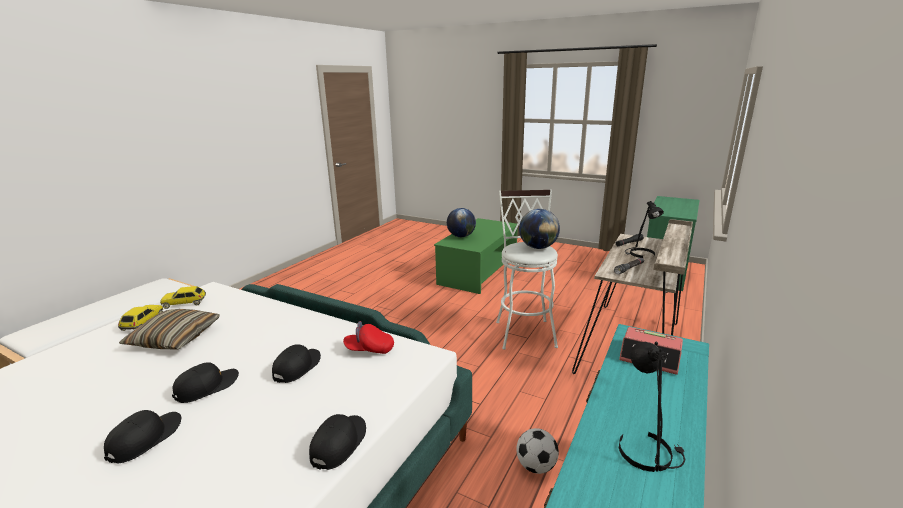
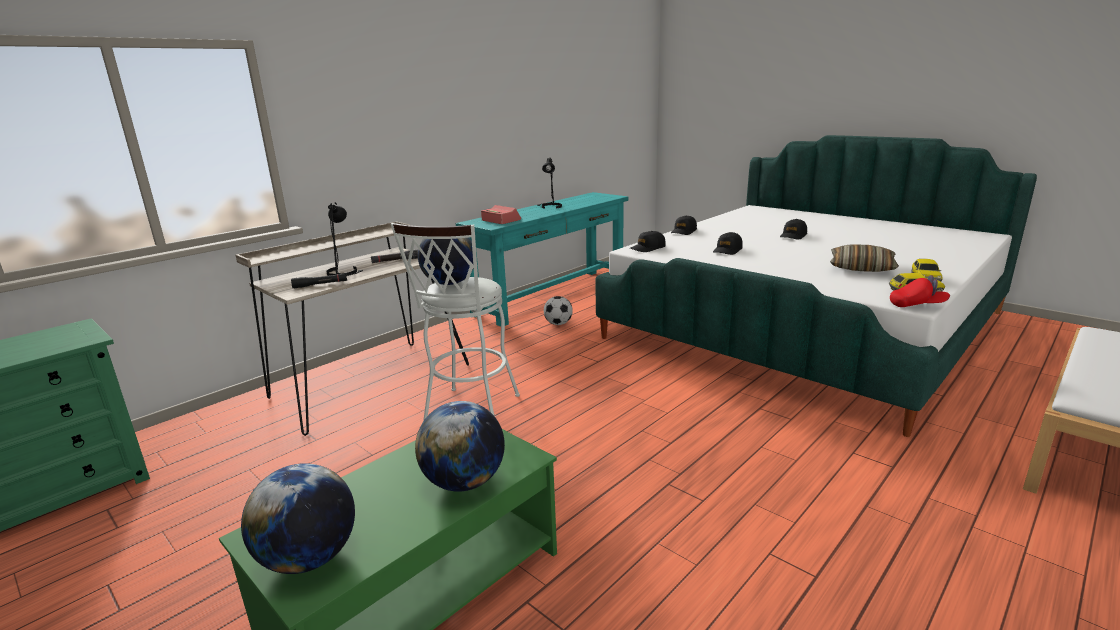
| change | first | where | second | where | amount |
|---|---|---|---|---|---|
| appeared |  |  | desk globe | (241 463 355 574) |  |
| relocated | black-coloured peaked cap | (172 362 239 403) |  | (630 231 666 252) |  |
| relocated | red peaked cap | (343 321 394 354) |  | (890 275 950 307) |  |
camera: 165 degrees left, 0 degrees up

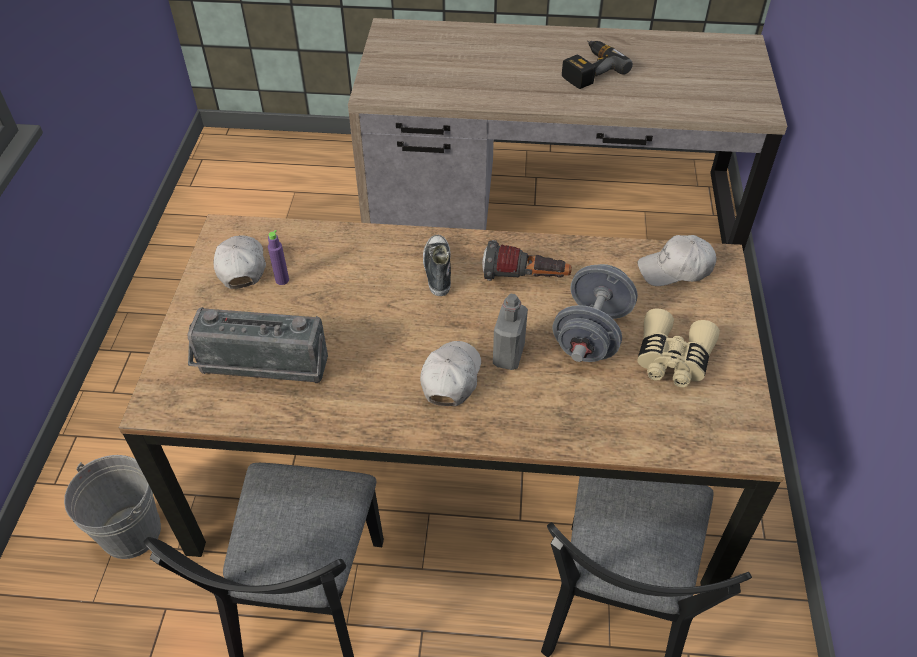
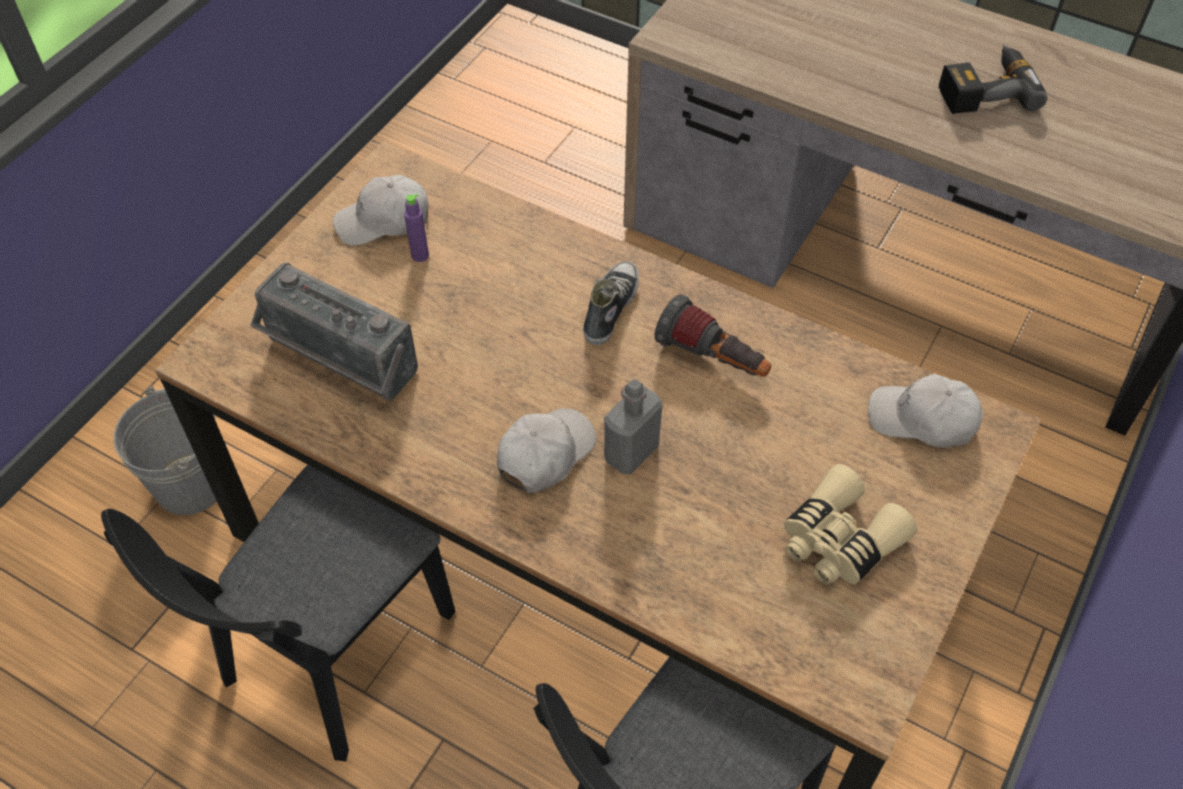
| change | first | where | second | where | amount |
|---|---|---|---|---|---|
| missing | gray dumbbell | (553 264 638 362) |  |  |  |
| spun | whitish peaked cap | (213 235 266 289) |  | (333 175 428 246) | 120 degrees counterclockwise |
camera: 25 degrees right, 5 degrees up

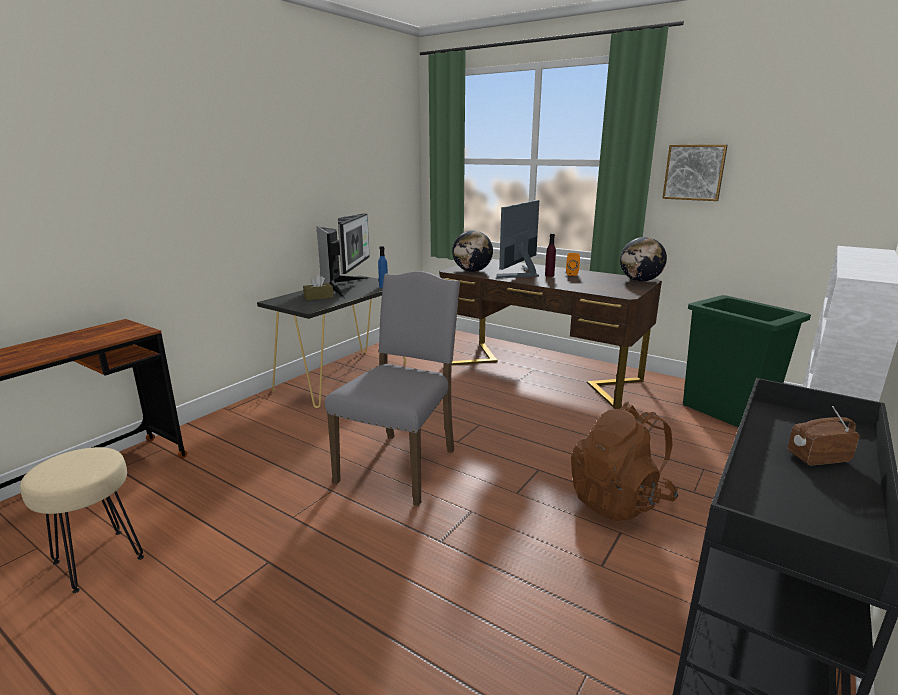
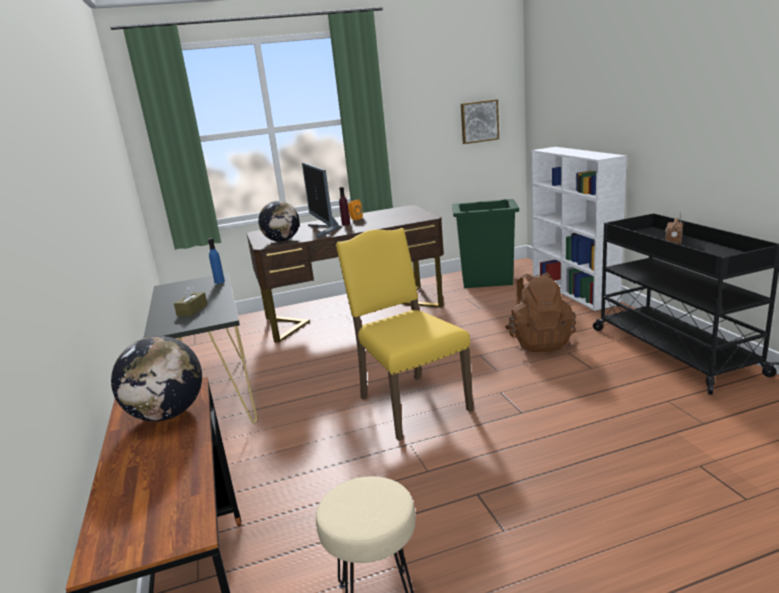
| change | first | where | second | where | amount |
|---|---|---|---|---|---|
| missing | computer display | (316 214 370 298) |  |  |  |
| relocated | desk globe | (620 237 667 282) |  | (111 336 202 421) |  |
| relocated | wall picture | (662 145 728 201) |  | (461 99 499 144) |  |
| colour | gray plain chair | (325 271 460 506) | yellow plain chair | (336 228 473 441) |  |
camera: 50 degrees left, 0 degrees up

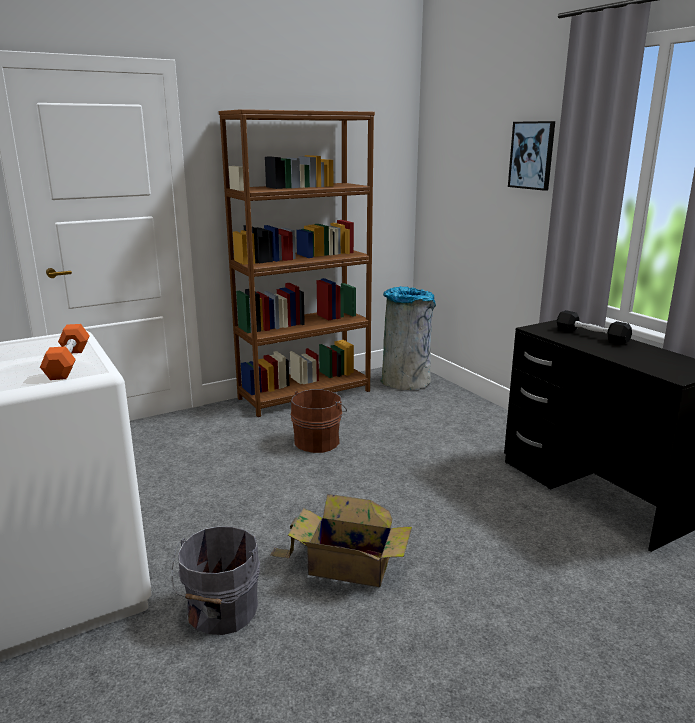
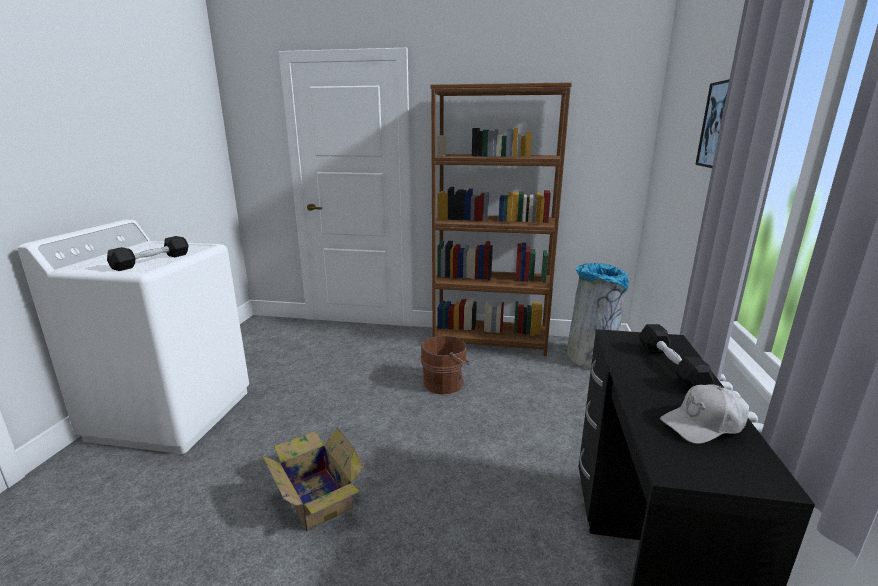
| change | first | where | second | where | amount |
|---|---|---|---|---|---|
| missing | gray bucket | (171 526 260 635) |  |  |  |
| appeared |  |  | whitish peaked cap | (660 384 749 444) |  |
| colour | orange dumbbell | (40 324 90 380) | black-coloured dumbbell | (107 236 189 271) |  |
camera: 40 degrees right, 0 degrees up

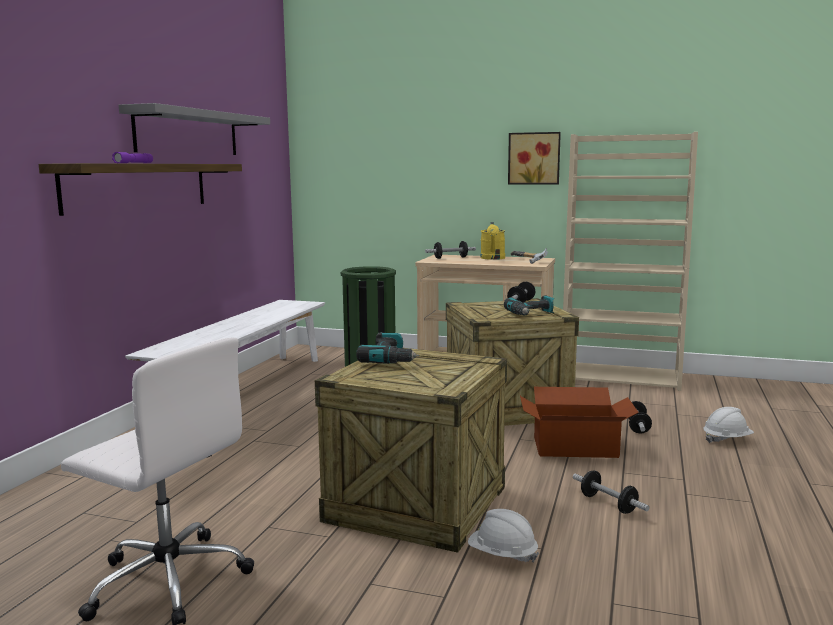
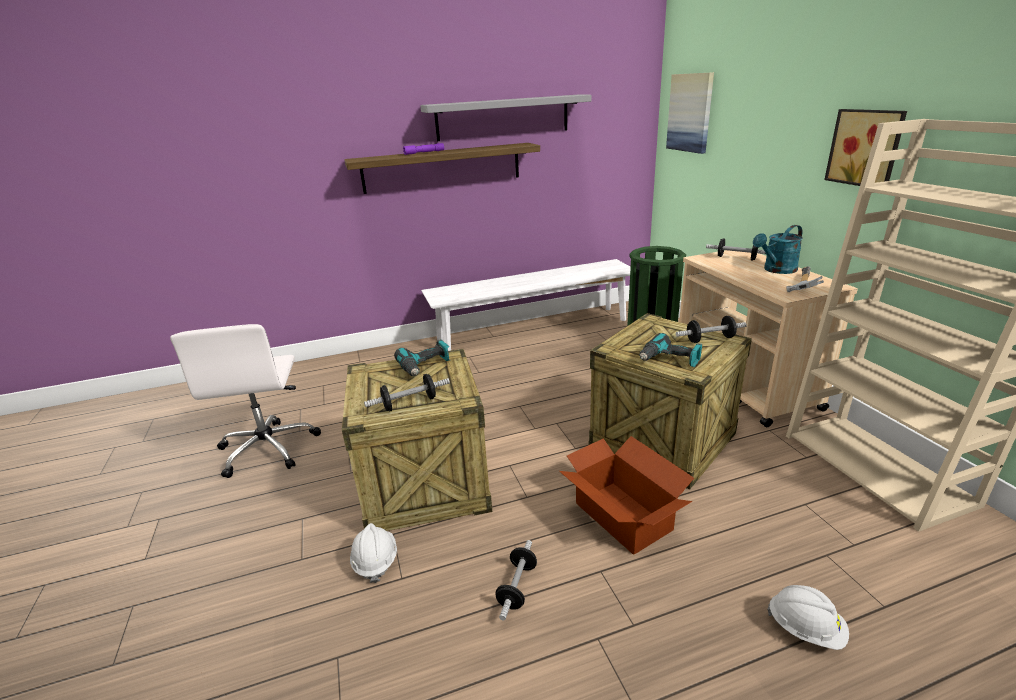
| change | first | where | second | where | amount |
|---|---|---|---|---|---|
| appeared |  |  | wall picture | (666 72 714 154) |  |
| relocated | dumbbell | (628 401 652 434) |  | (364 374 450 412) |  |
| colour | yellow watering pot | (480 222 505 260) | turquoise watering pot | (753 225 803 274) |  |
camera: 55 degrees right, 15 degrees up

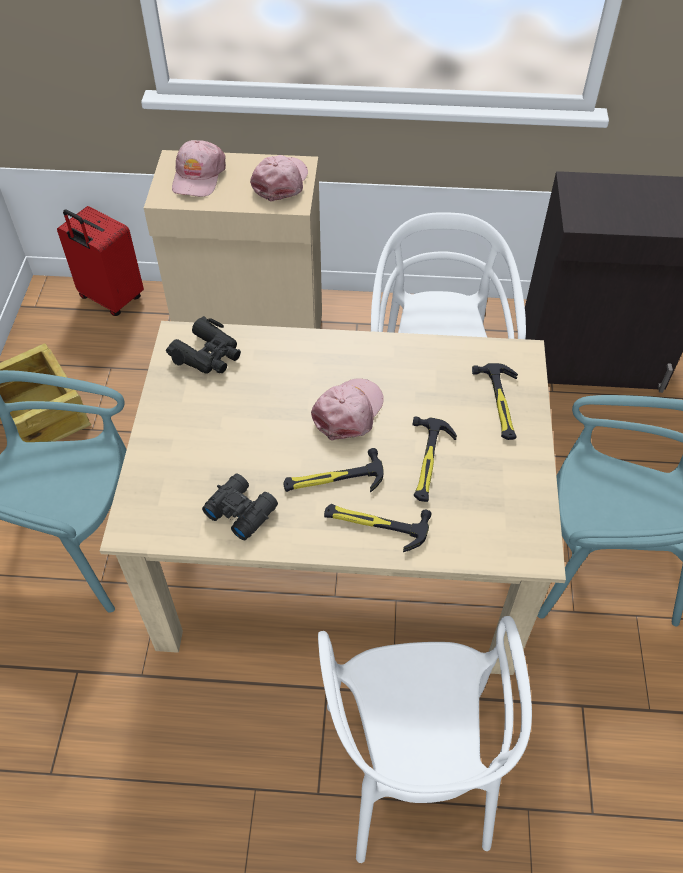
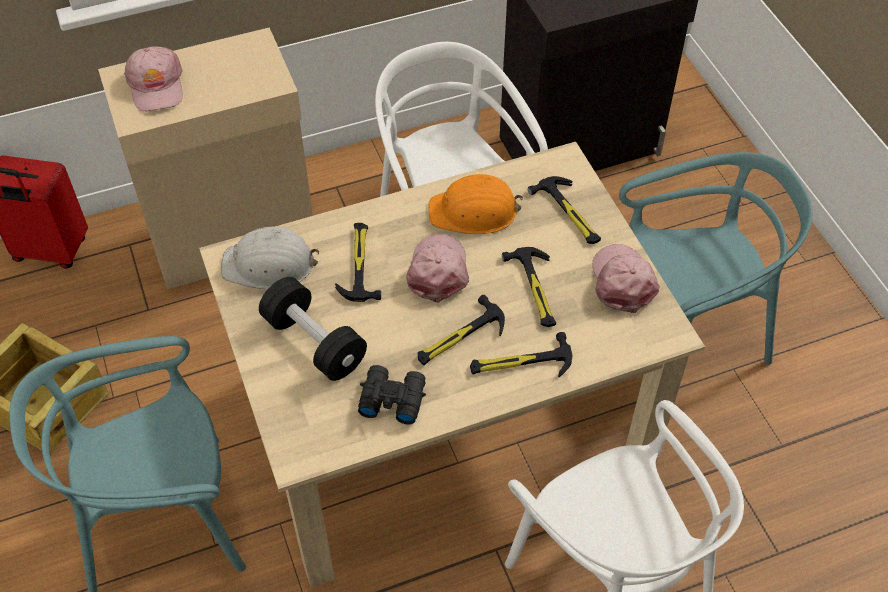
| change | first | where | second | where | amount |
|---|---|---|---|---|---|
| appeared |  |  | black-coloured dumbbell | (259 277 367 381) |  |
| appeared |  |  | hammer | (335 223 381 302) |  |
| appeared |  |  | orange safety helmet | (428 174 523 234) |  |
| relocated | pinkish peaked cap | (250 155 308 202) |  | (592 244 660 313) |  |
| exchanged | black-coloured field glasses | (166 316 241 374) | whitish safety helmet | (221 227 319 289) |  |
camera: 25 degrees left, 0 degrees up

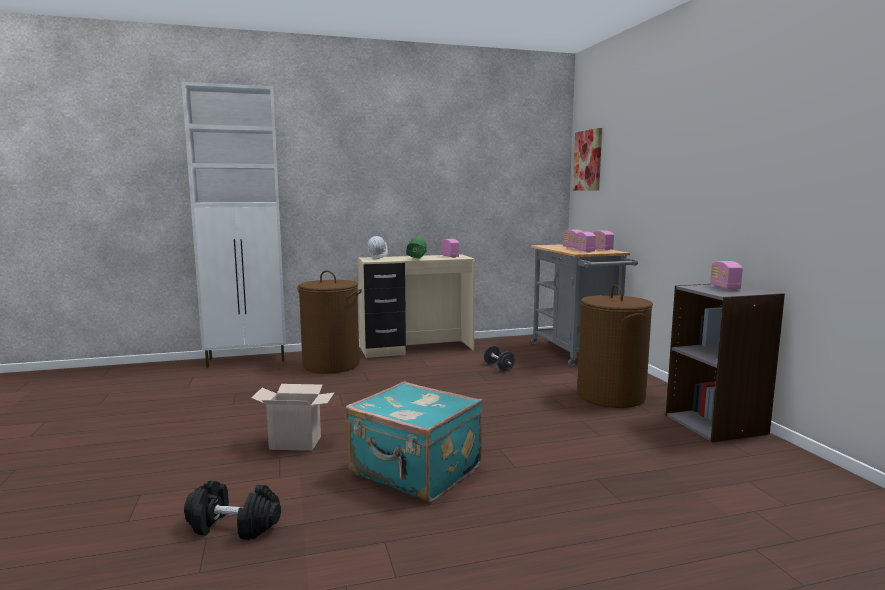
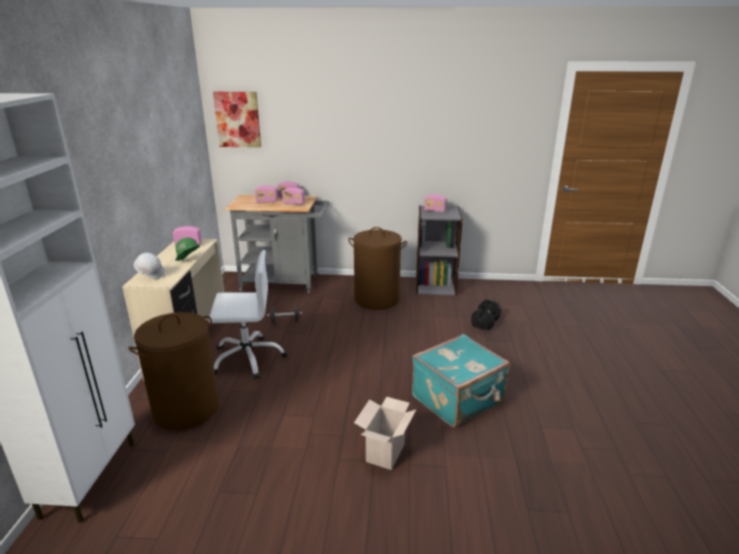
| change | first | where | second | where | amount |
|---|---|---|---|---|---|
| appeared |  |  | whitish office chair | (208 250 287 380) |  |
| relocated | black-coloured dumbbell | (184 480 281 540) |  | (471 299 501 331) |  |
camera: 70 degrees left, 15 degrees up

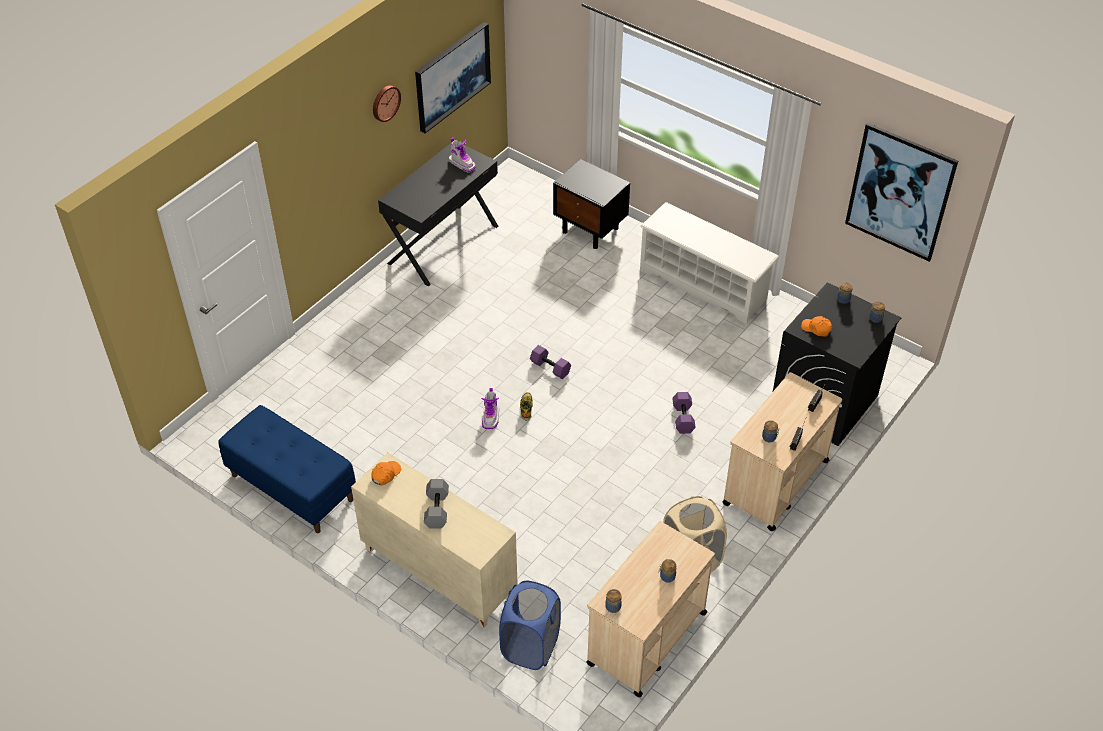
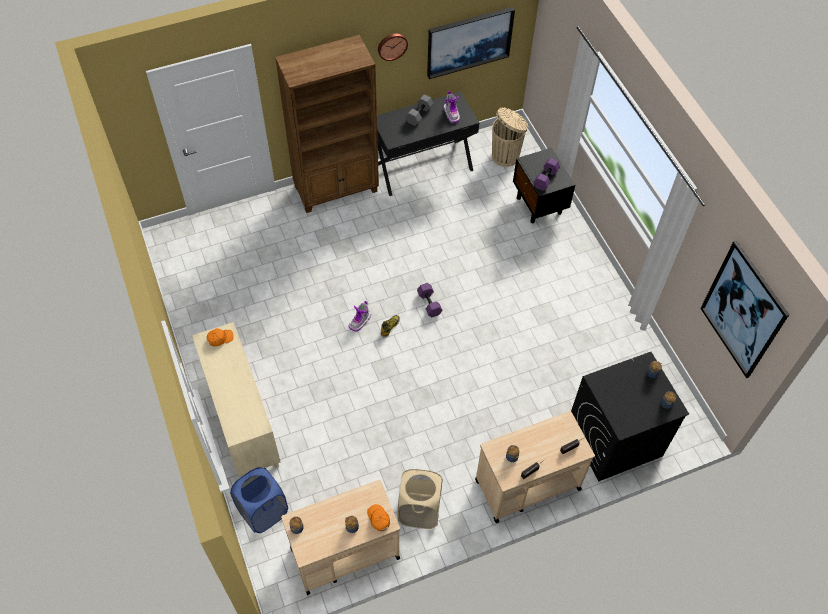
| change | first | where | second | where | amount |
|---|---|---|---|---|---|
| missing | bluish indoor bench | (218 405 356 533) |  |  |  |
| missing | whitish shoe stand | (640 202 779 324) |  |  |  |
| appeared |  |  | brownish bookcase | (275 35 379 213) |  |
| appeared |  |  | sand-coloured waste bin | (492 108 529 167) |  |
| relocated | gray dumbbell | (424 479 449 529) |  | (405 94 434 126) |  |
| relocated | purple dumbbell | (672 392 696 434) |  | (534 158 560 191) |  |
| relocated | orange peaked cap | (801 316 832 337) |  | (367 504 390 531) |  |
camera: 30 degrees right, 10 degrees up

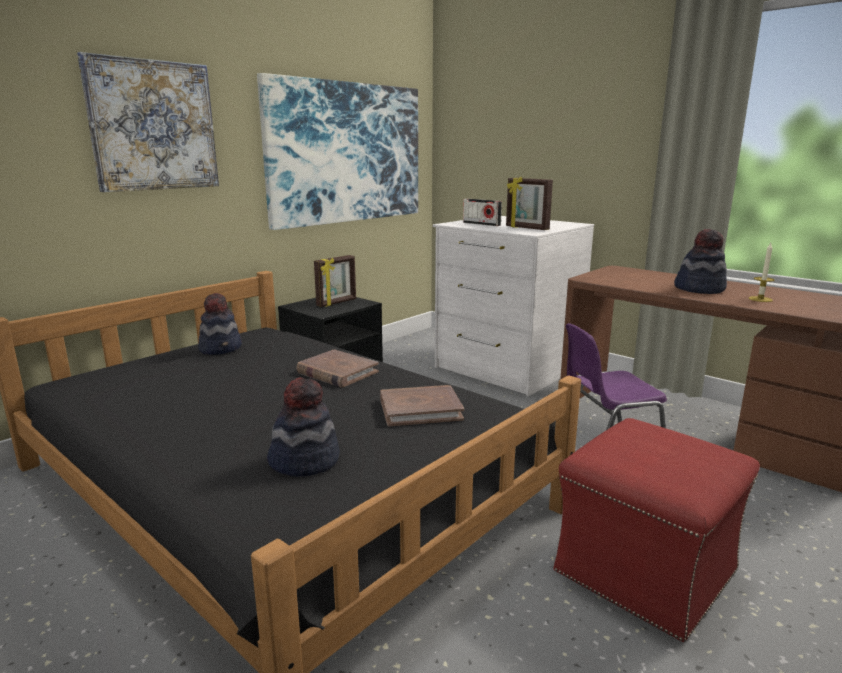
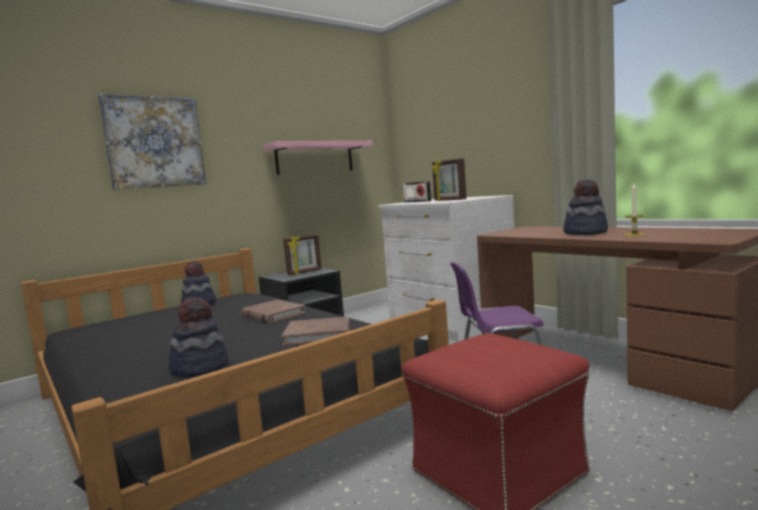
| change | first | where | second | where | amount |
|---|---|---|---|---|---|
| exchanged | wall picture | (257 73 418 230) | pinkish shelf | (264 141 373 175) |  |
camera: 10 degrees right, 10 degrees down

